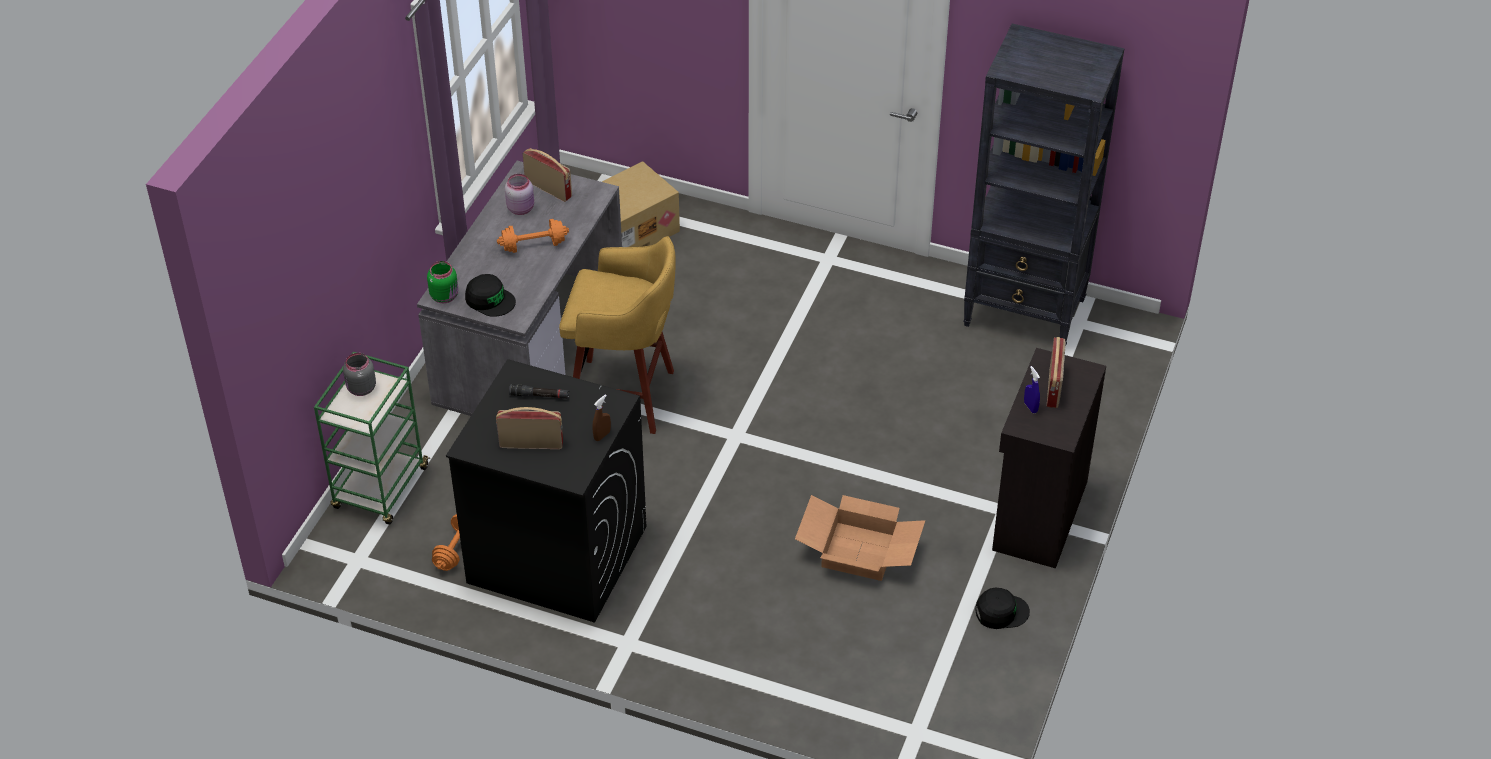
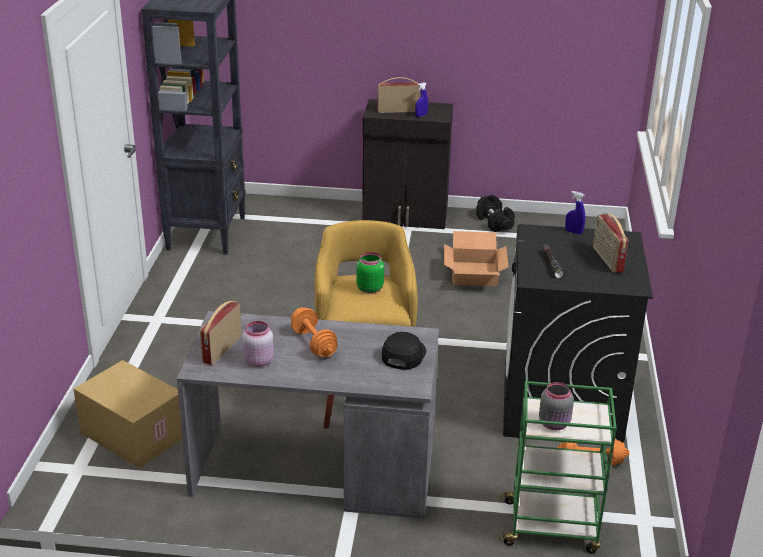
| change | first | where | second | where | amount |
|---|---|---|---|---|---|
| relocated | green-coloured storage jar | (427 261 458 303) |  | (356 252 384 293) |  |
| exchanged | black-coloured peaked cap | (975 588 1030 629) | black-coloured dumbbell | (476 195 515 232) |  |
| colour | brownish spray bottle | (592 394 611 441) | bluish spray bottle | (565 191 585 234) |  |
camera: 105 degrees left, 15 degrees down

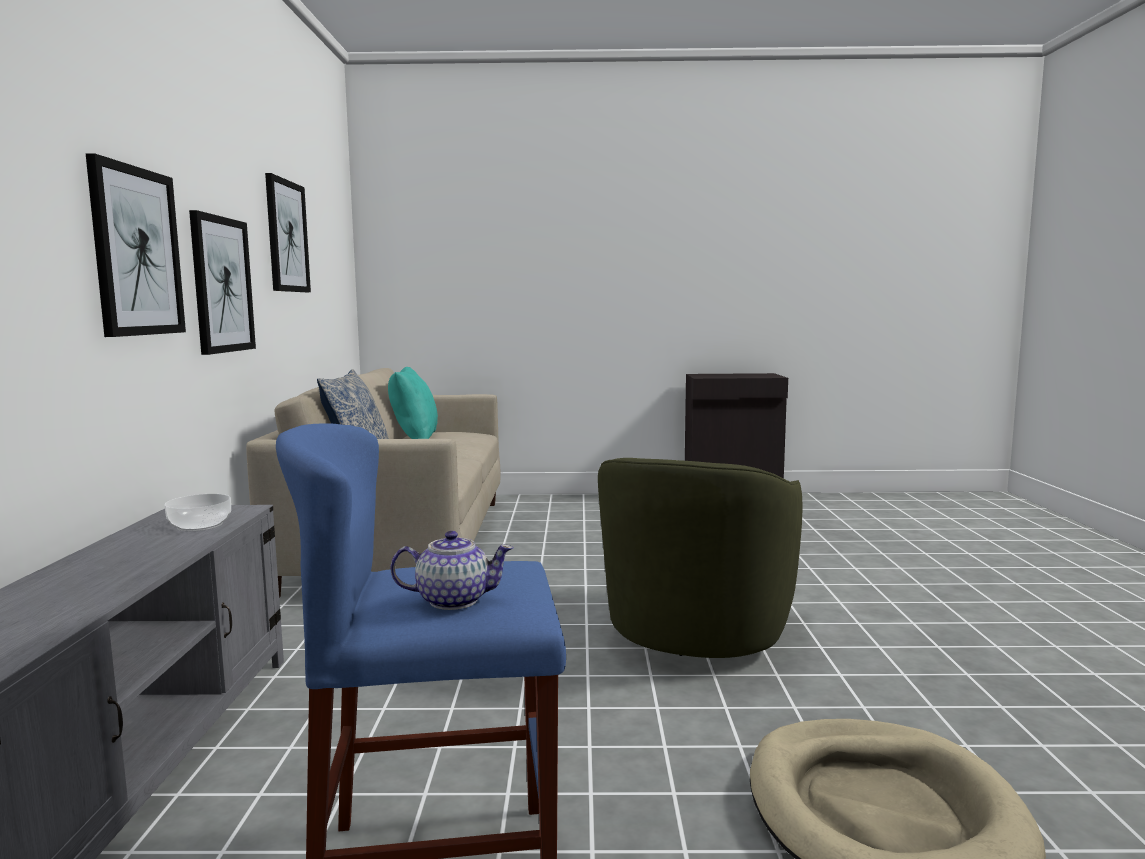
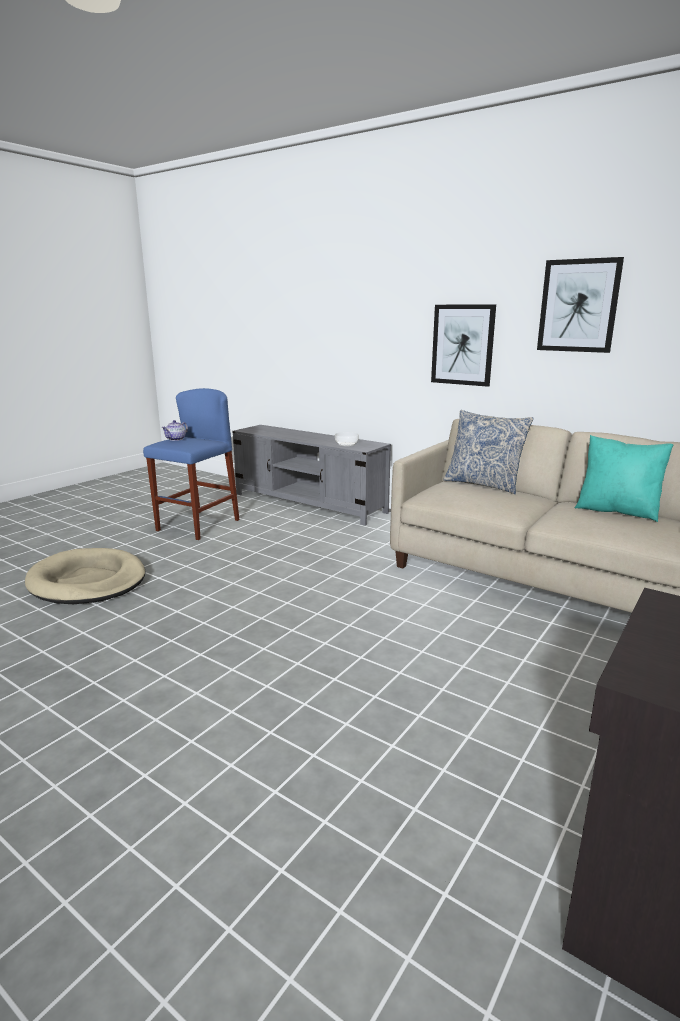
| change | first | where | second | where | amount |
|---|---|---|---|---|---|
| missing | wall picture | (86 153 186 337) |  |  |  |
| missing | green-coloured lounge chair | (598 458 802 658) |  |  |  |
camera: 125 degrees right, 10 degrees up

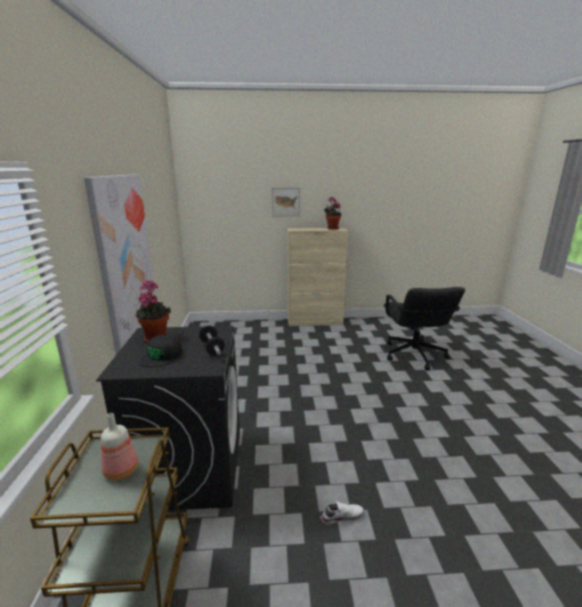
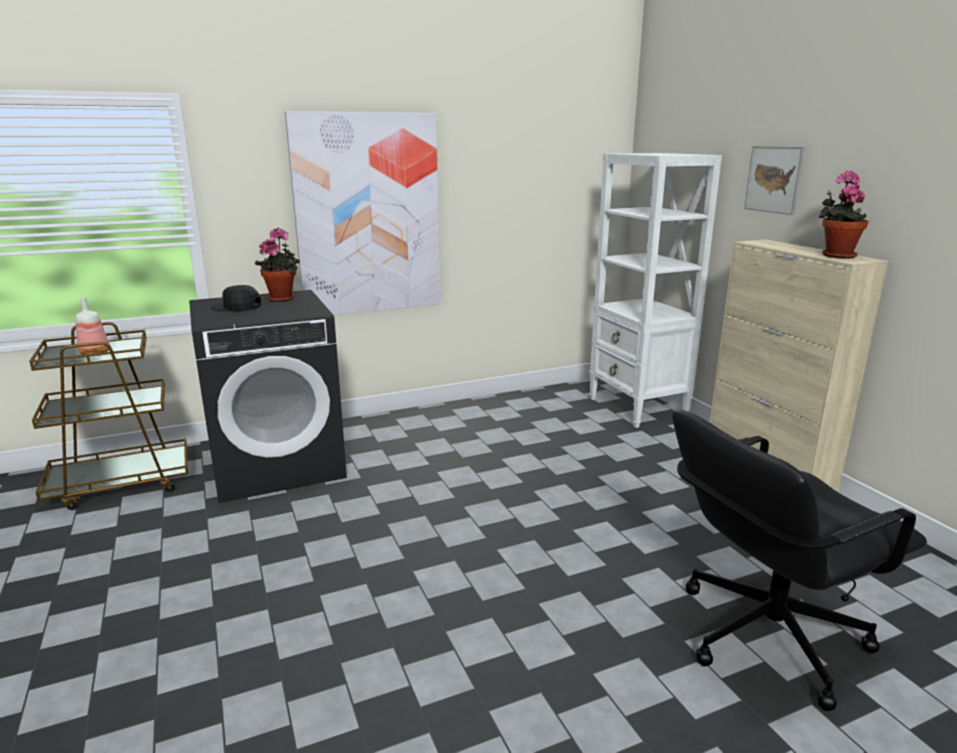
| change | first | where | second | where | amount |
|---|---|---|---|---|---|
| missing | dumbbell | (199 326 225 355) |  |  |  |
| missing | whitish item of footwear | (321 501 364 525) |  |  |  |
| appeared |  |  | whitish bookcase | (589 153 722 428) |  |
camera: 70 degrees right, 0 degrees up

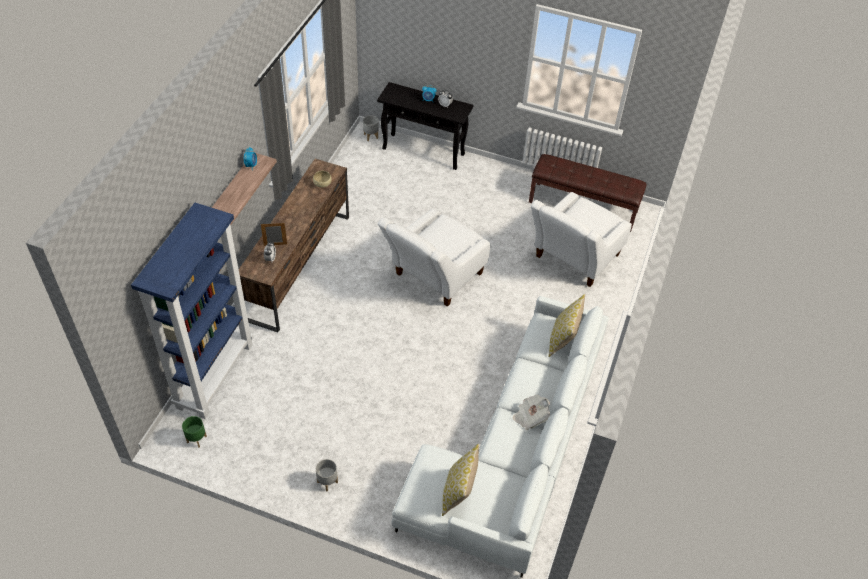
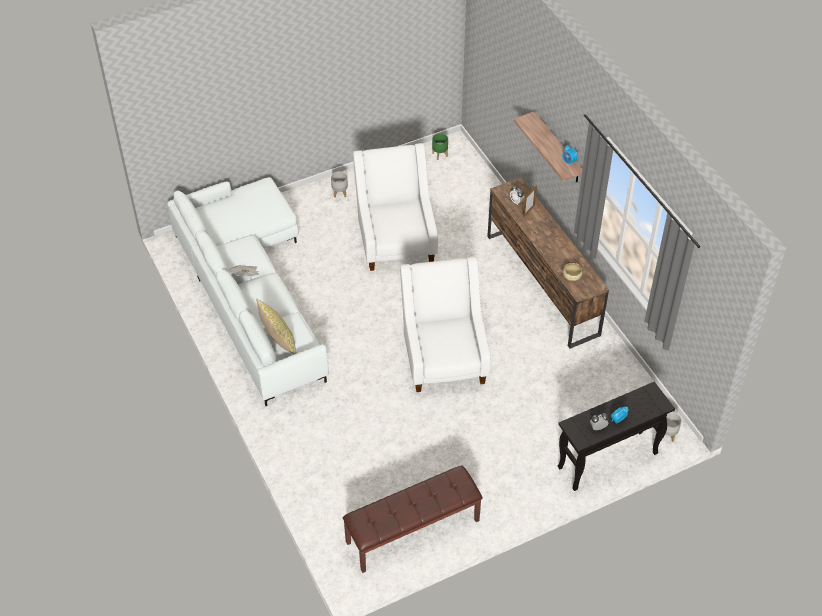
| change | first | where | second | where | amount |
|---|---|---|---|---|---|
| missing | bluish bookcase | (131 203 253 419) |  |  |  |
| missing | cushion | (442 444 479 516) |  |  |  |
| relocated | whitish lounge chair | (531 192 632 287) |  | (353 143 438 271) |  |
camera: 135 degrees right, 0 degrees up

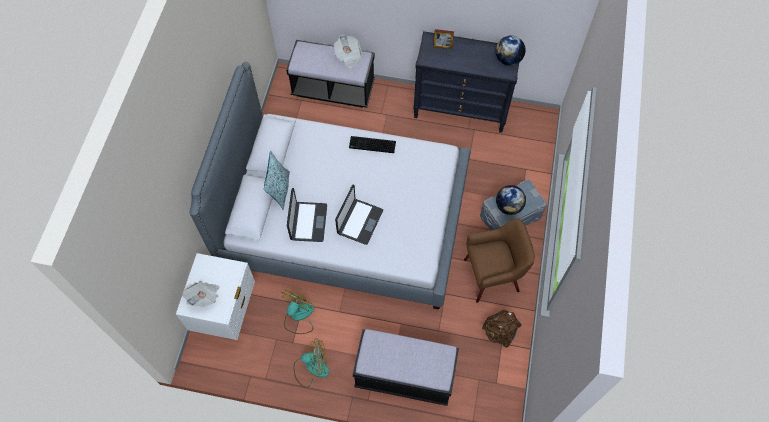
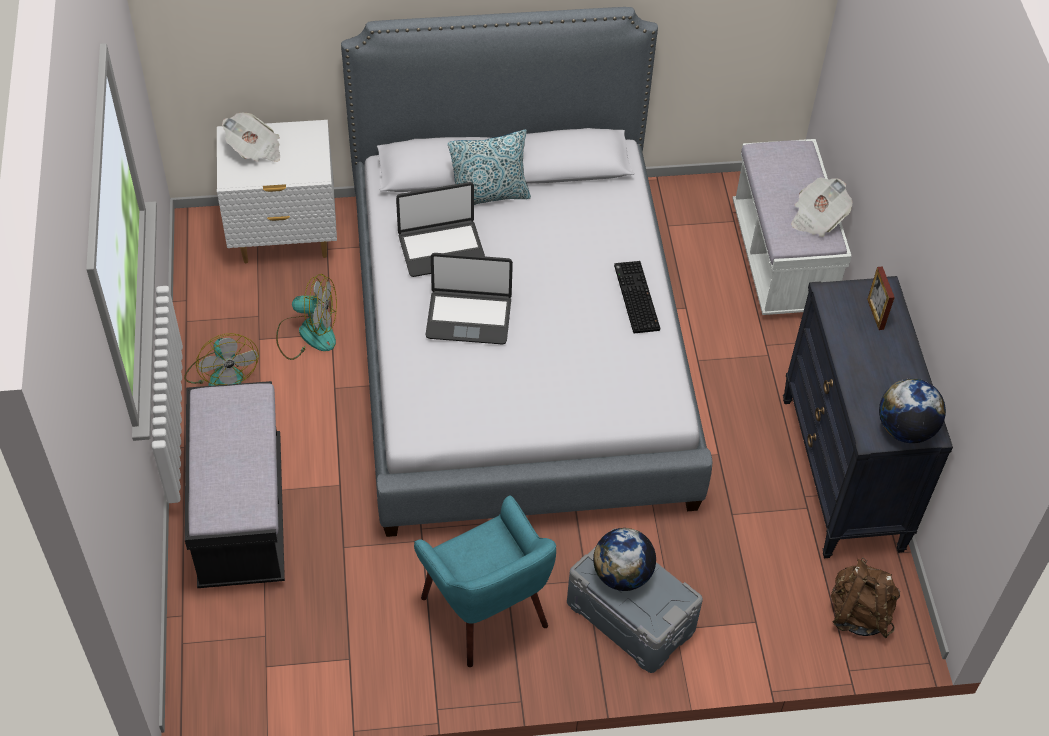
| change | first | where | second | where | amount |
|---|---|---|---|---|---|
| relocated | brownish backpack | (482 310 522 348) |  | (831 558 900 638) |  |
| colour | black-coloured indoor bench | (286 40 375 108) | whitish indoor bench | (732 139 852 315) |  |
| colour | brownish lounge chair | (464 219 535 303) | turquoise lounge chair | (414 495 556 667) |  |
camera: 70 degrees right, 10 degrees down

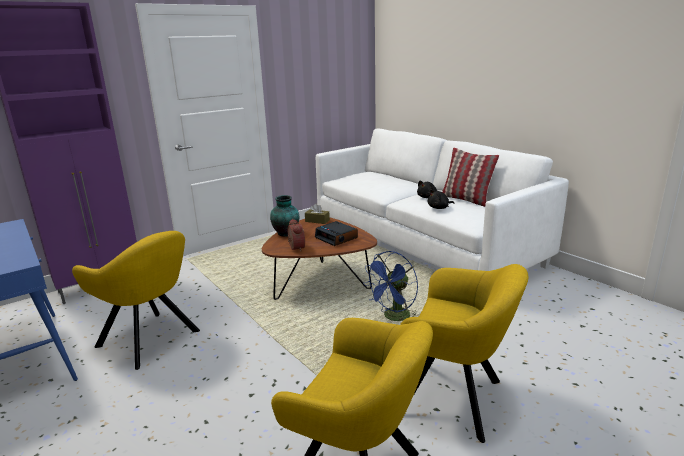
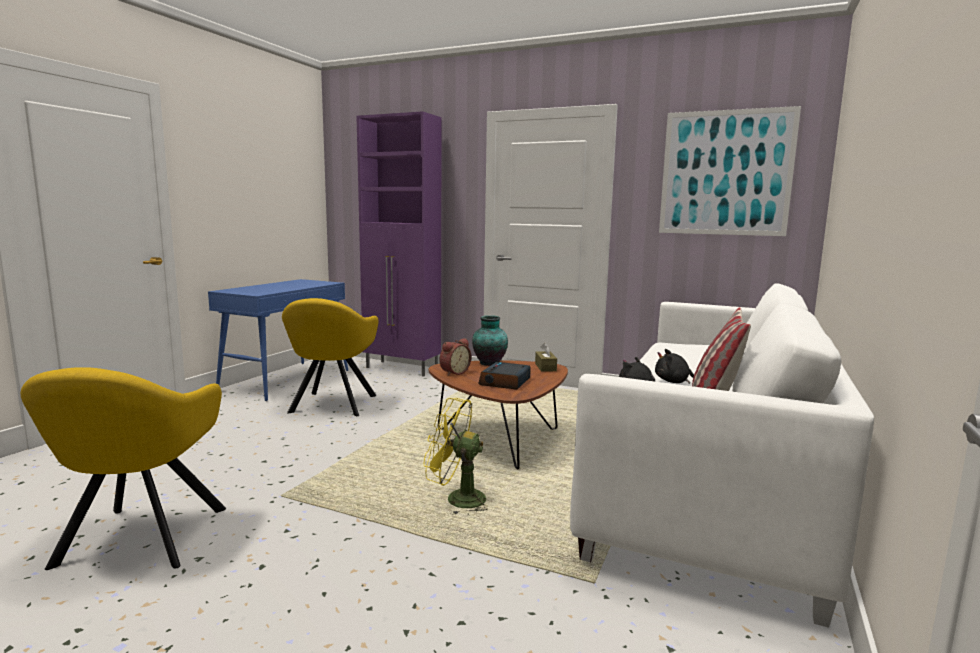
| change | first | where | second | where | amount |
|---|---|---|---|---|---|
| missing | yellow lounge chair | (400 264 528 443) |  |  |  |
| appeared |  |  | wall picture | (659 106 801 236) |  |
| colour | bluish electric fan | (363 251 418 321) | yellow electric fan | (424 398 487 515) |  |
camera: 60 degrees right, 10 degrees down

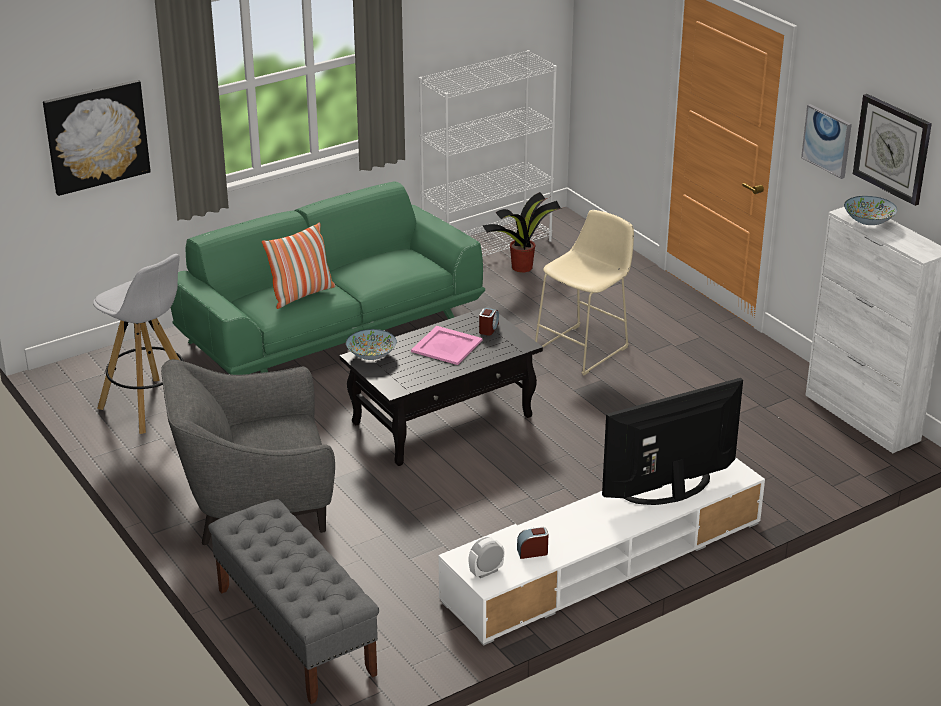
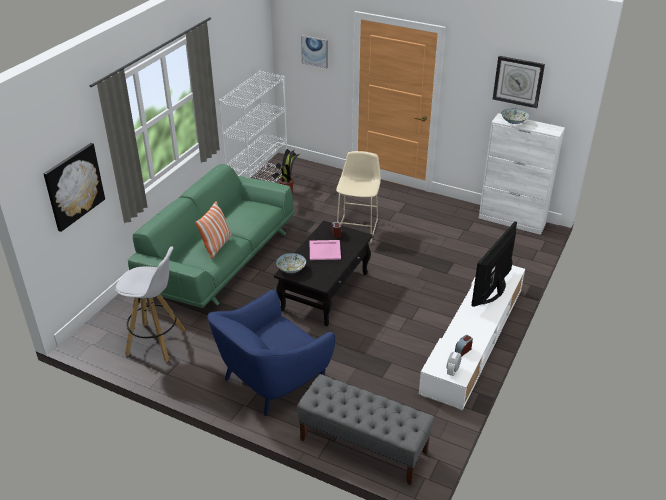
| change | first | where | second | where | amount |
|---|---|---|---|---|---|
| relocated | wall picture | (801 104 852 179) |  | (301 35 328 68) |  |
| colour | gray lounge chair | (161 359 335 545) | bluish lounge chair | (208 290 335 416) |  |
camera: 30 degrees left, 5 degrees up

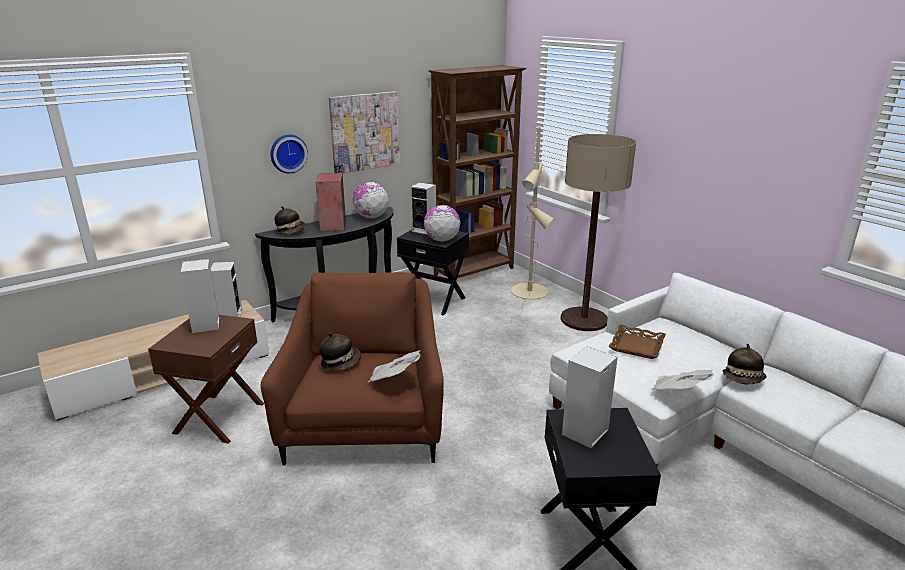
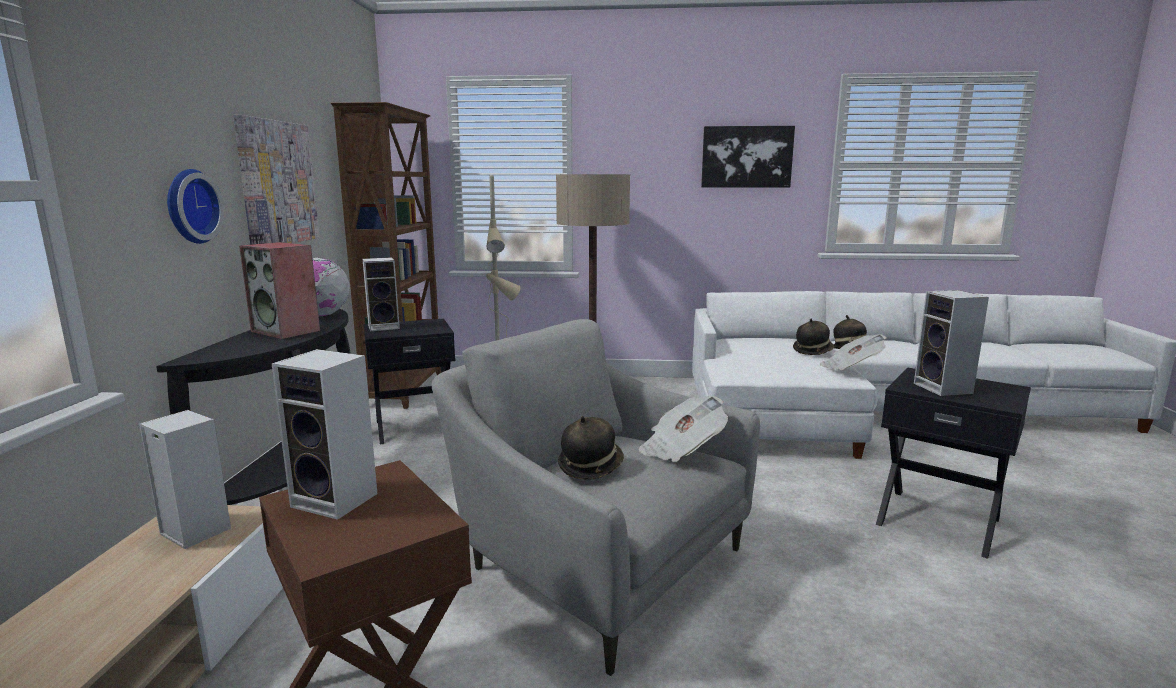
| change | first | where | second | where | amount |
|---|---|---|---|---|---|
| missing | desk globe | (424 205 461 242) |  |  |  |
| missing | brownish serving tray | (609 324 666 359) |  |  |  |
| appeared |  |  | wall picture | (701 126 795 187) |  |
| relocated | wearable hat | (274 206 306 234) |  | (793 319 834 355) |  |
| colour | brownish lounge chair | (261 272 444 465) | gray lounge chair | (432 319 760 676) |  |
camera: 50 degrees left, 10 degrees down

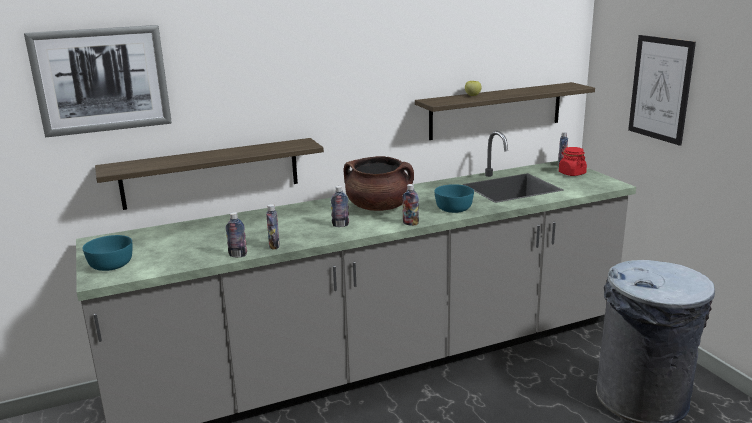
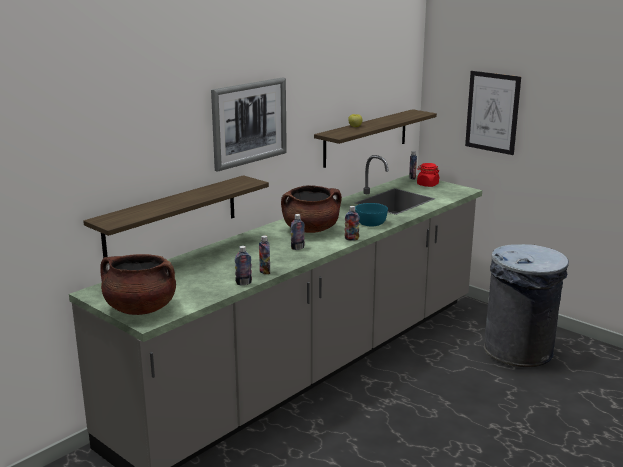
| change | first | where | second | where | amount |
|---|---|---|---|---|---|
| relocated | wall picture | (24 25 172 137) |  | (211 78 287 172) |  |
| exchanged | turquoise deep dish | (83 235 132 271) | brownish cooking pot | (100 254 176 315) |  |
camera: 25 degrees left, 0 degrees up

